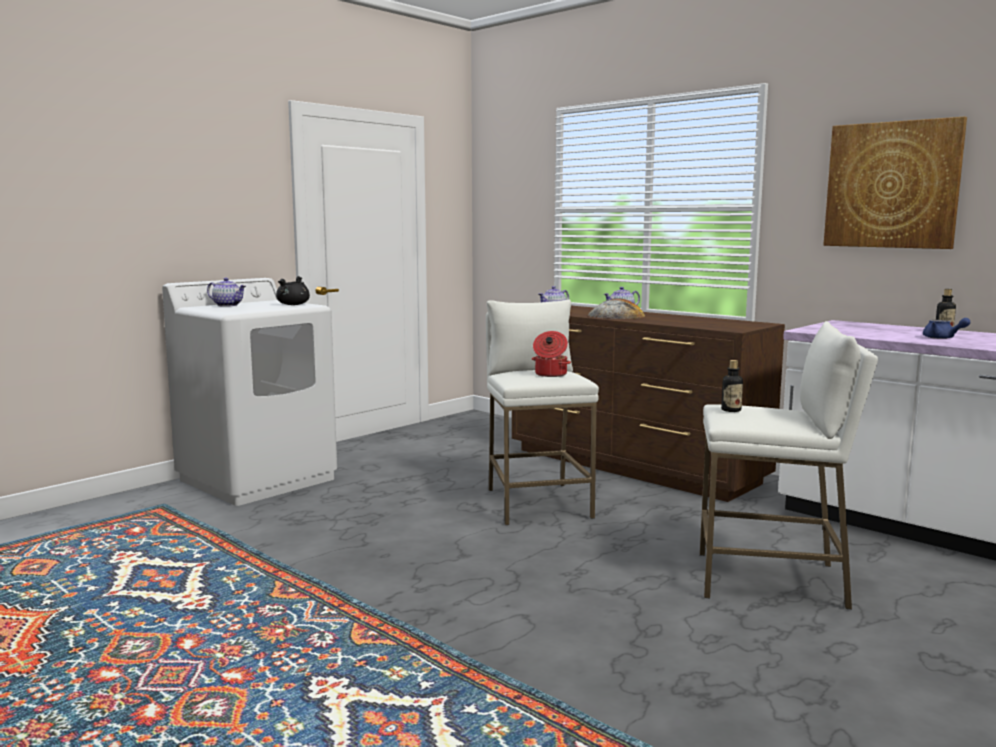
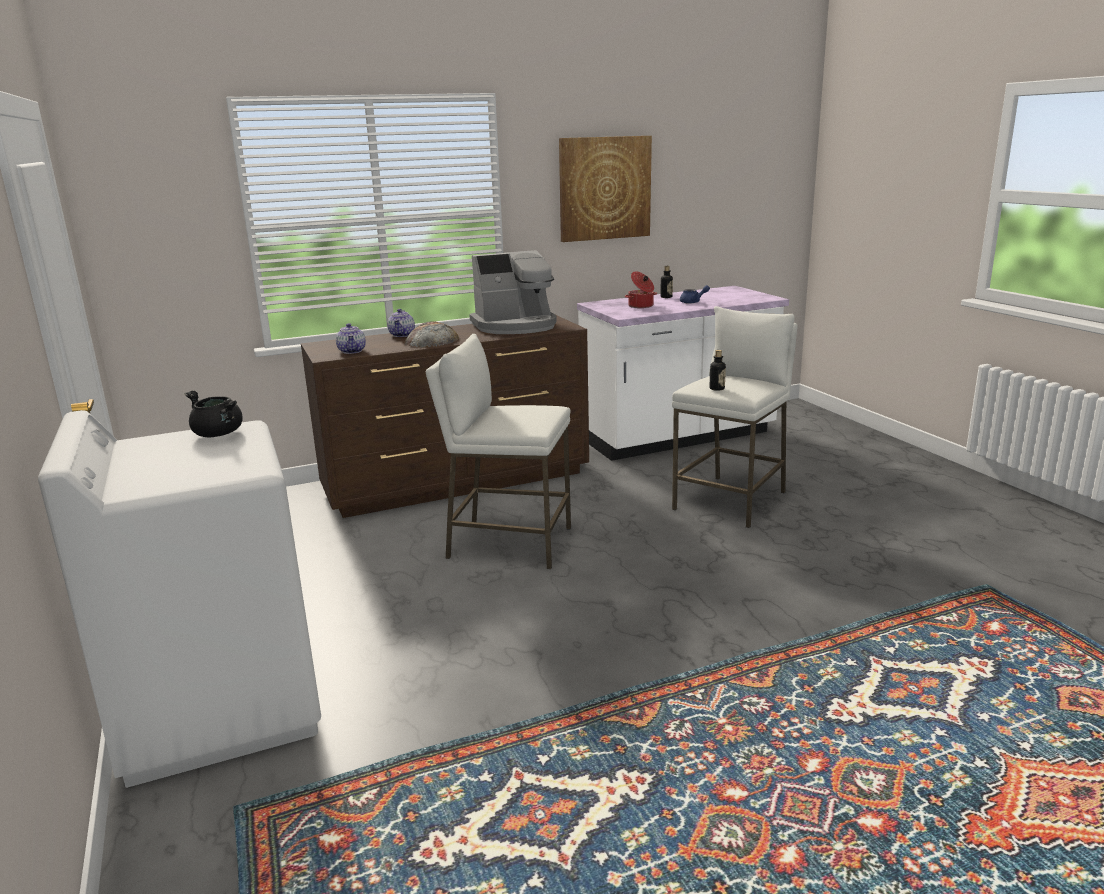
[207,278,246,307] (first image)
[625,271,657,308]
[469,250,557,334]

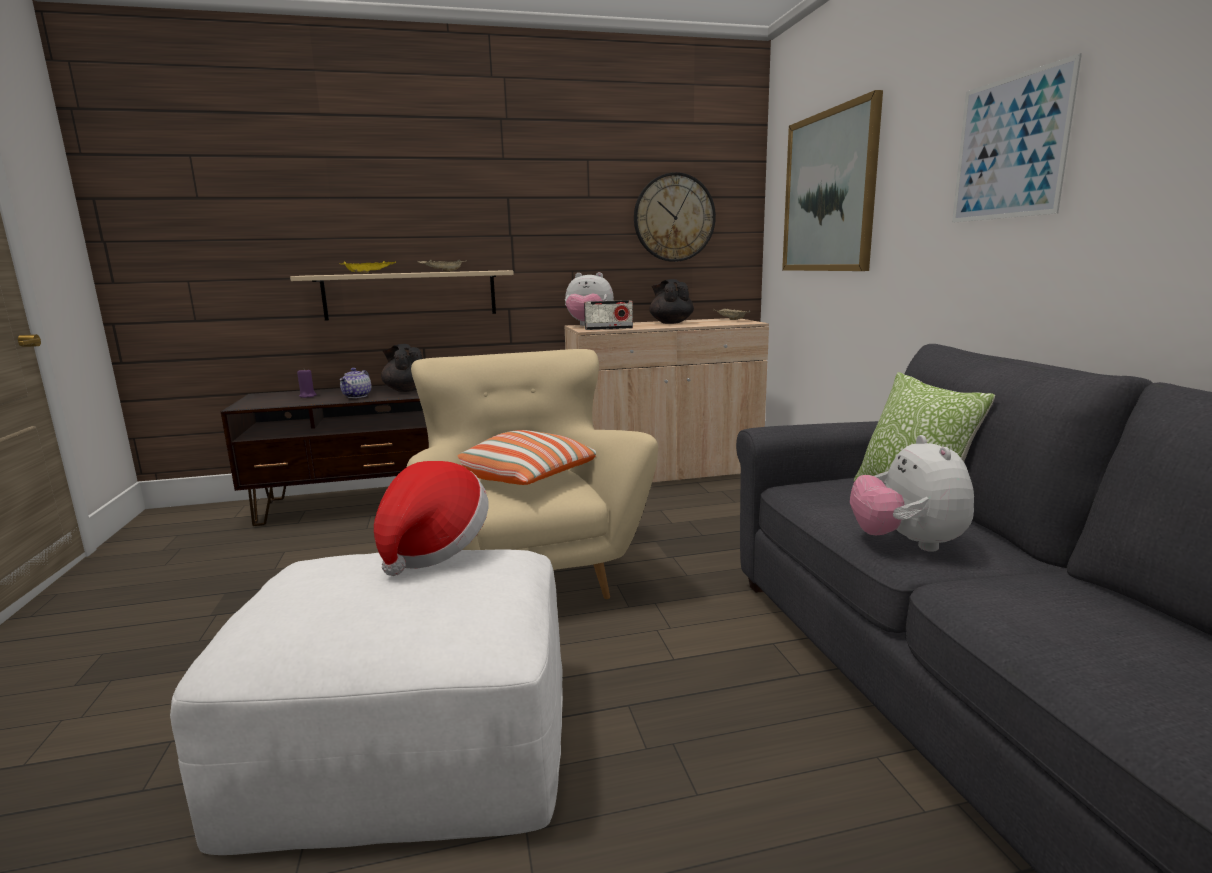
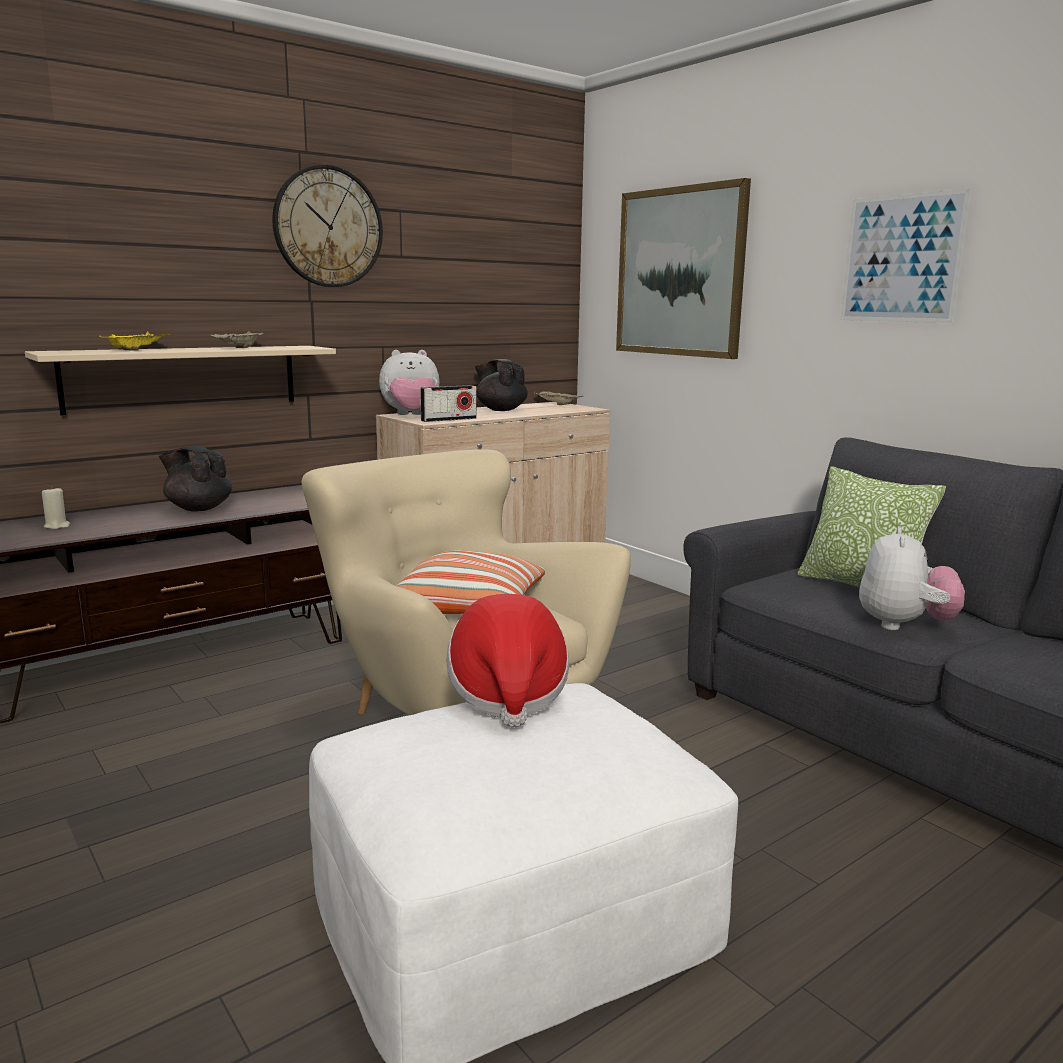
[42,486,70,529]
[339,368,371,398] (first image)
[272,165,383,287]
[859,526,965,630]

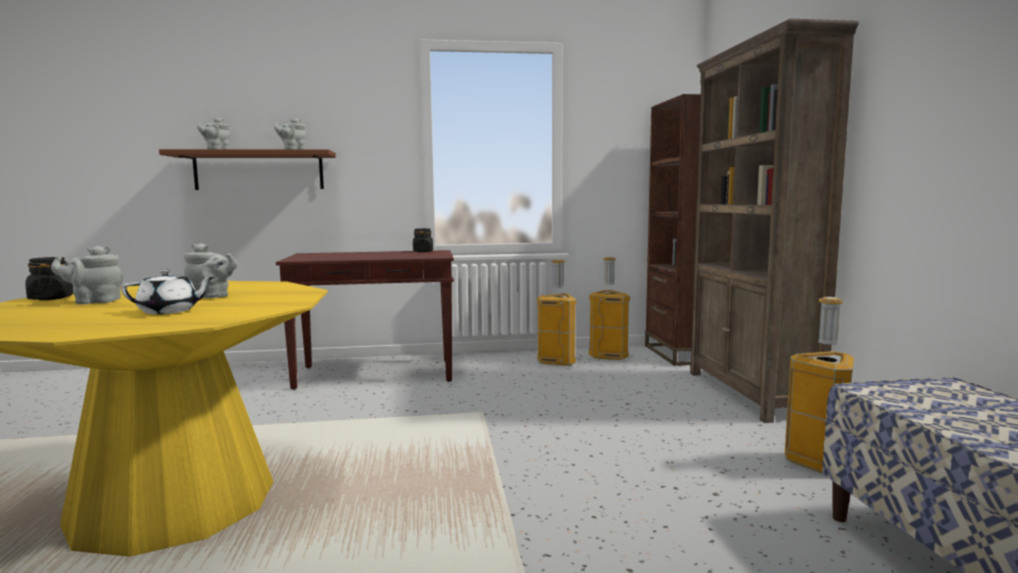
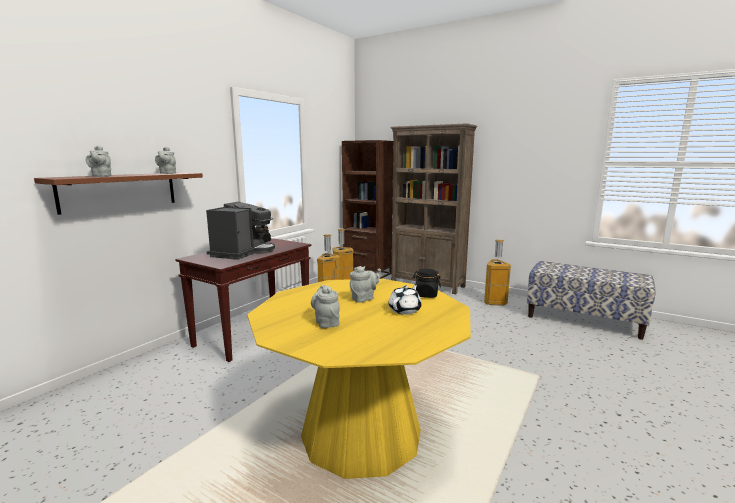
[412,269,441,298]
[311,284,340,328]
[206,201,275,260]

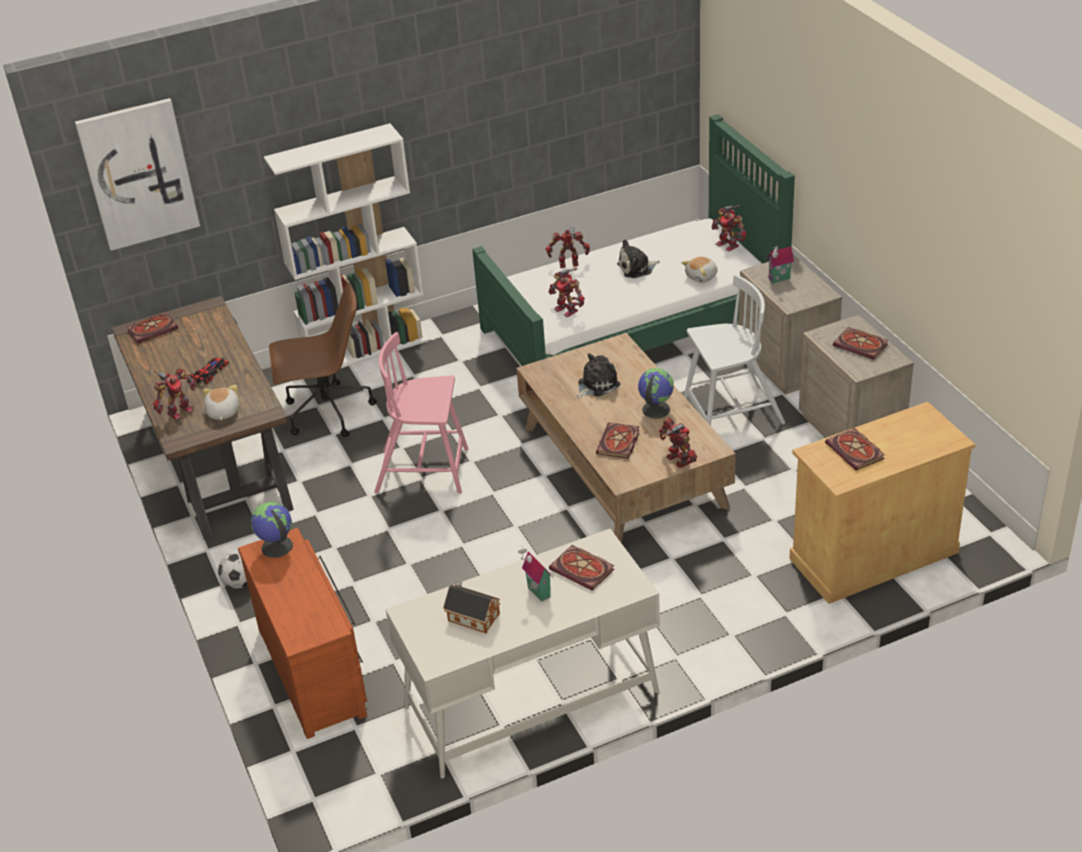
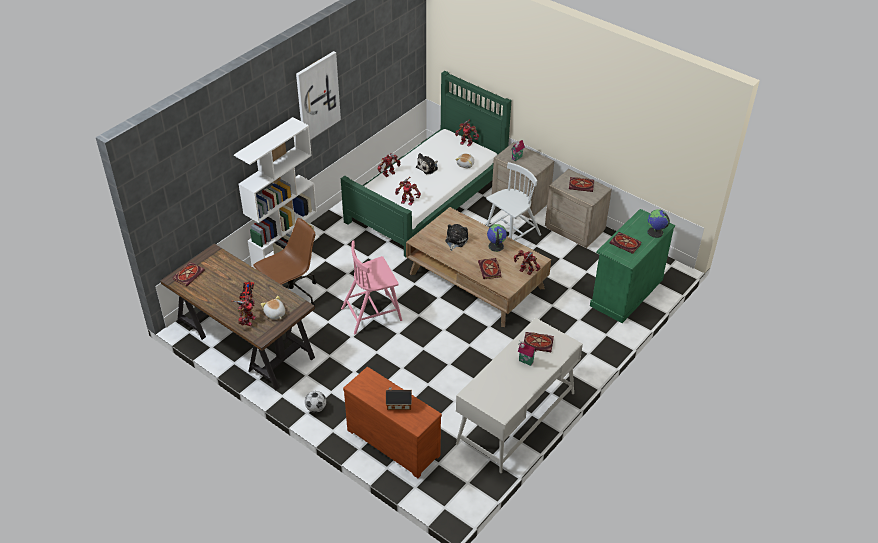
[296,51,341,140]
[647,209,670,238]
[386,388,412,410]
[590,209,675,323]

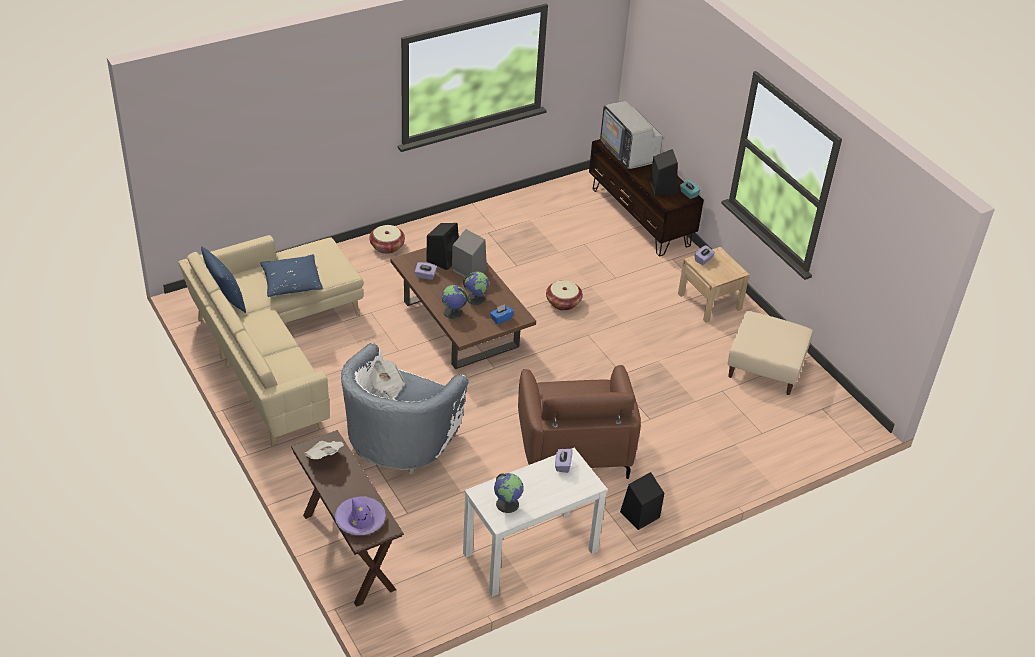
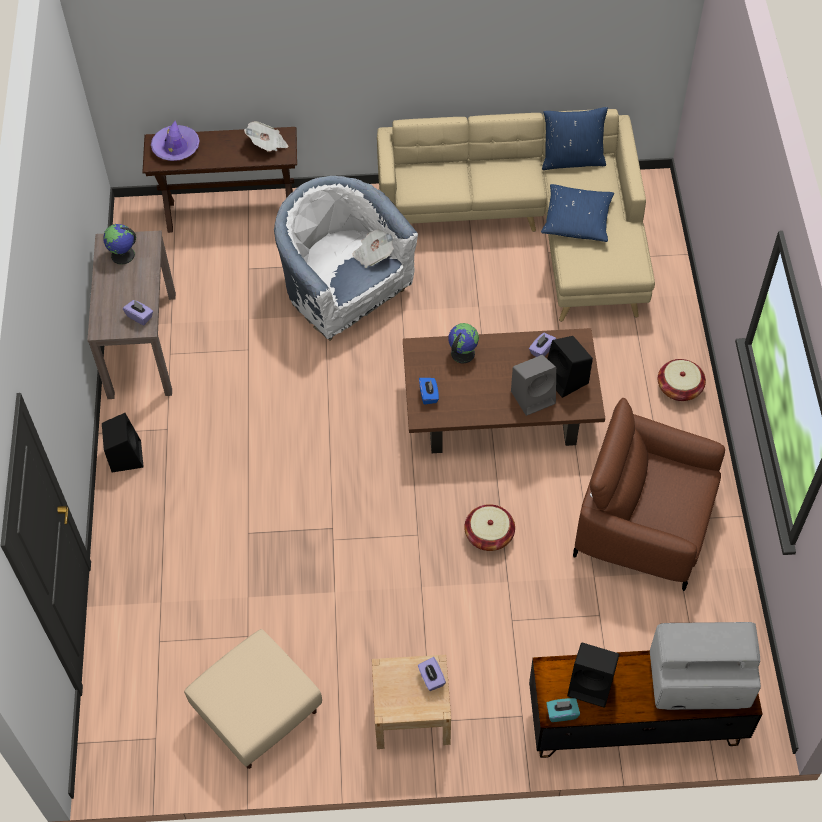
[463,272,489,305] (first image)
[87,230,176,399]
[573,398,725,591]

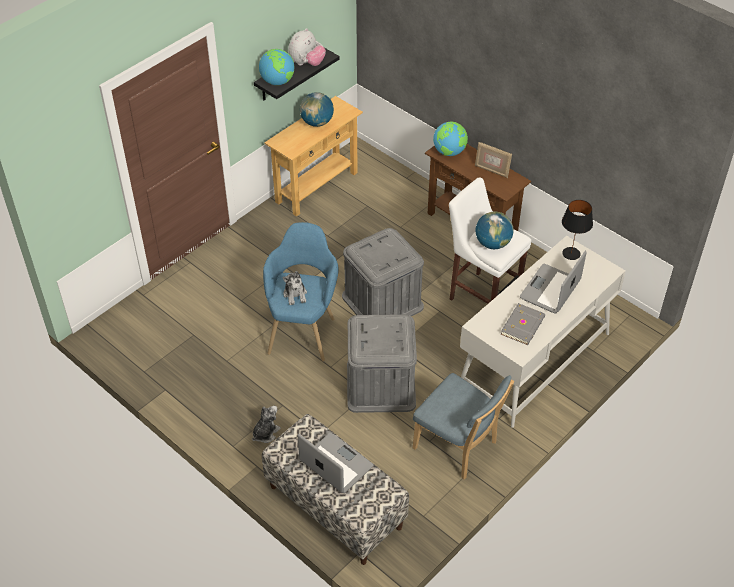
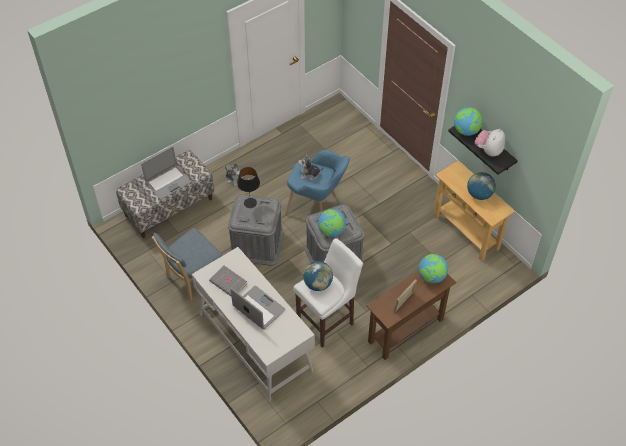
[475,129,506,156]
[237,167,260,208]
[318,209,346,237]

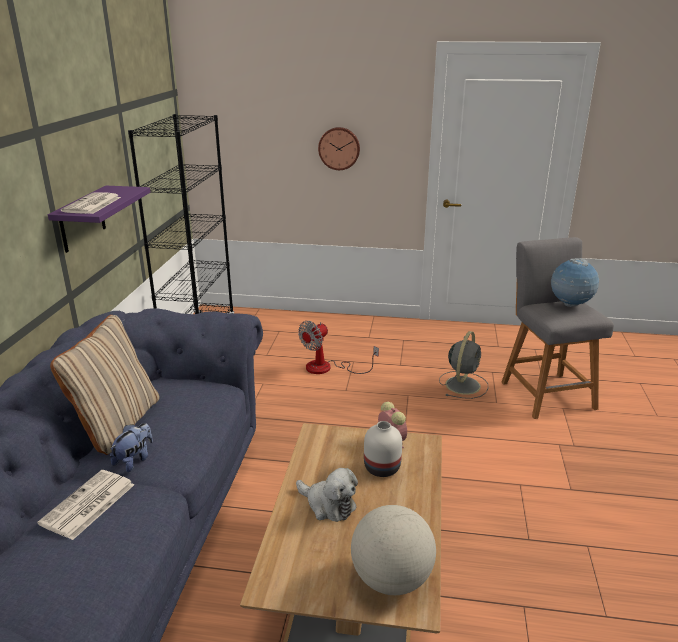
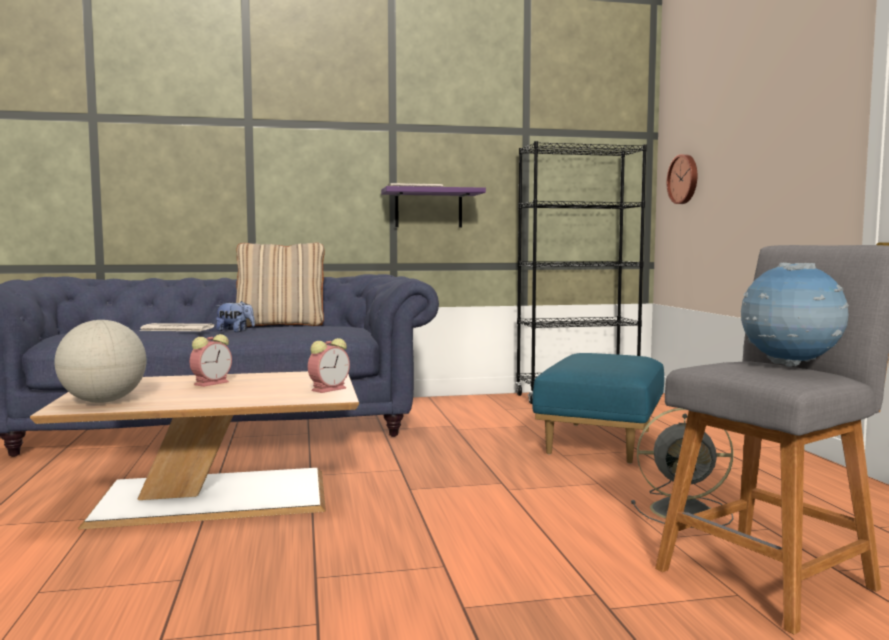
[190,334,232,387]
[532,353,664,464]
[667,154,697,204]
[364,421,402,477] (first image)

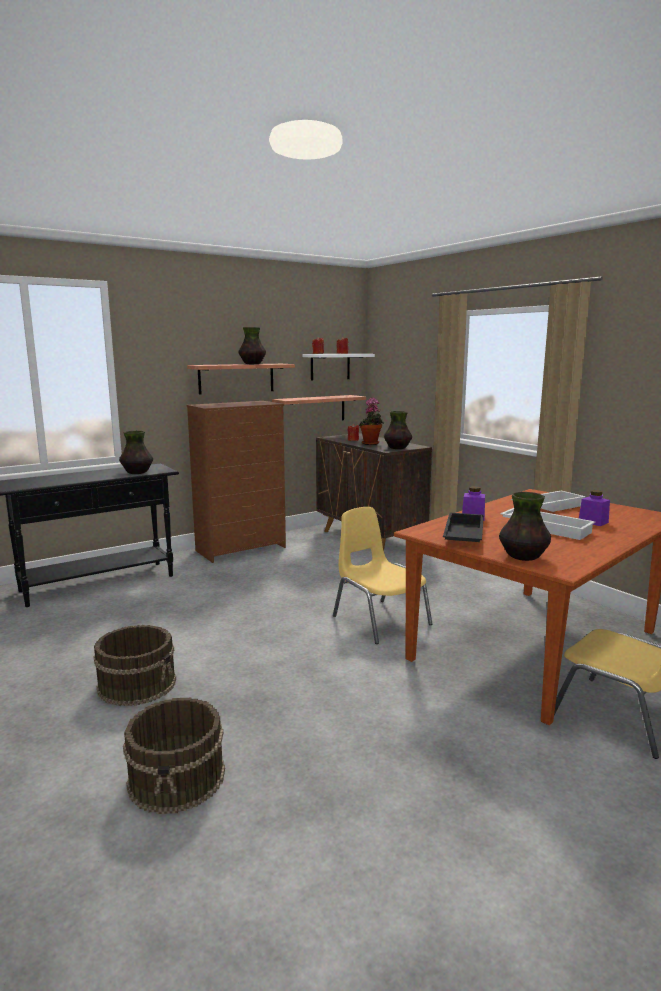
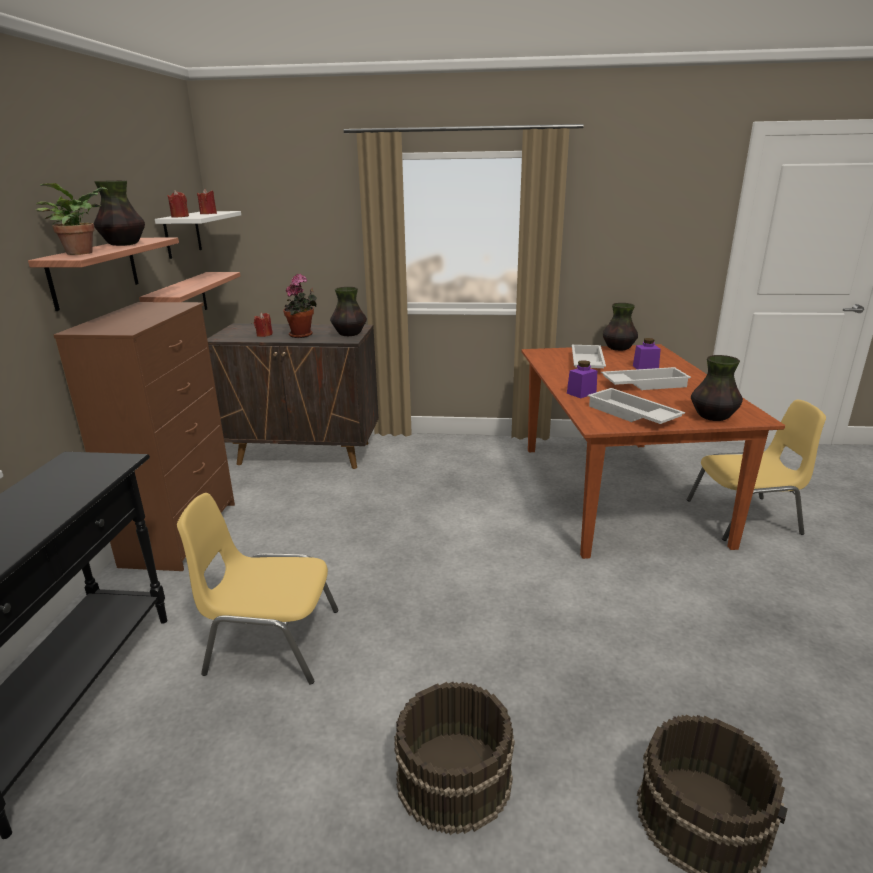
[603,303,638,351]
[177,493,339,685]
[587,388,685,424]
[36,183,107,255]

